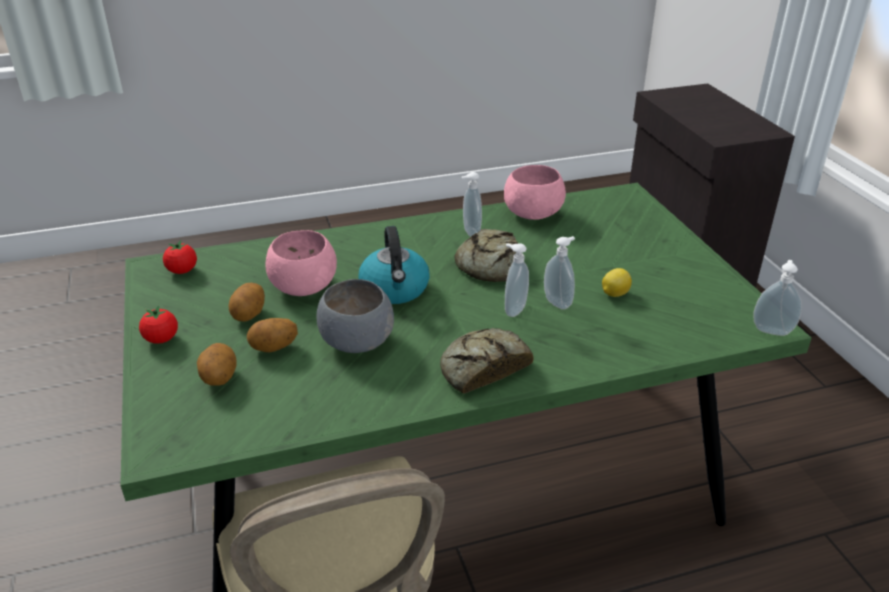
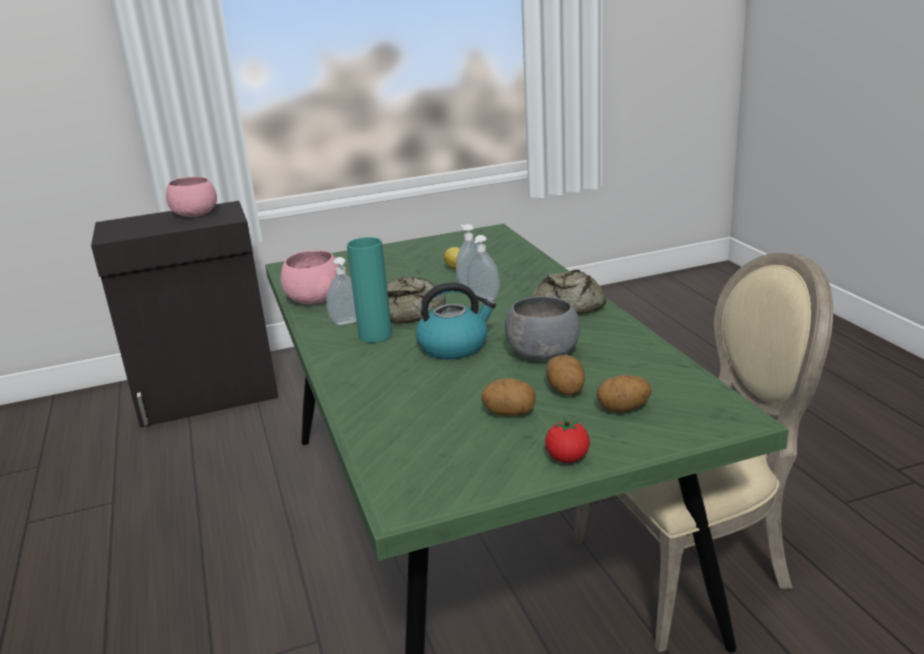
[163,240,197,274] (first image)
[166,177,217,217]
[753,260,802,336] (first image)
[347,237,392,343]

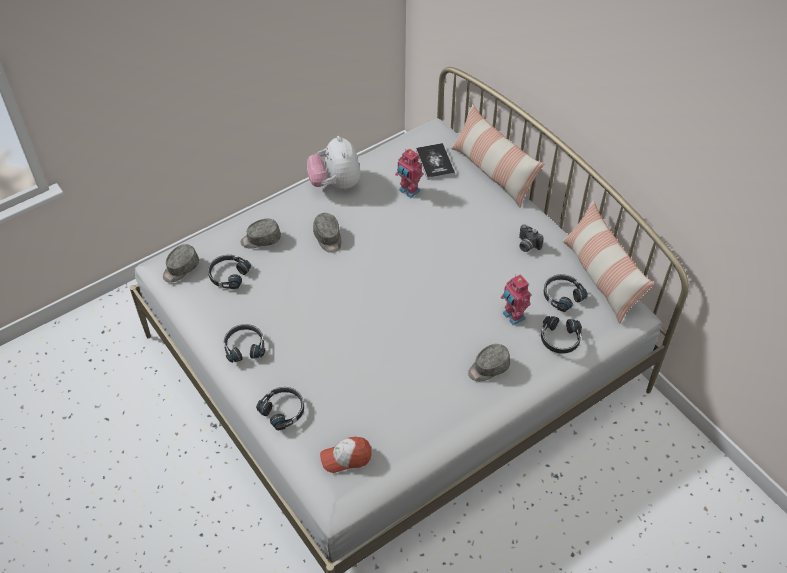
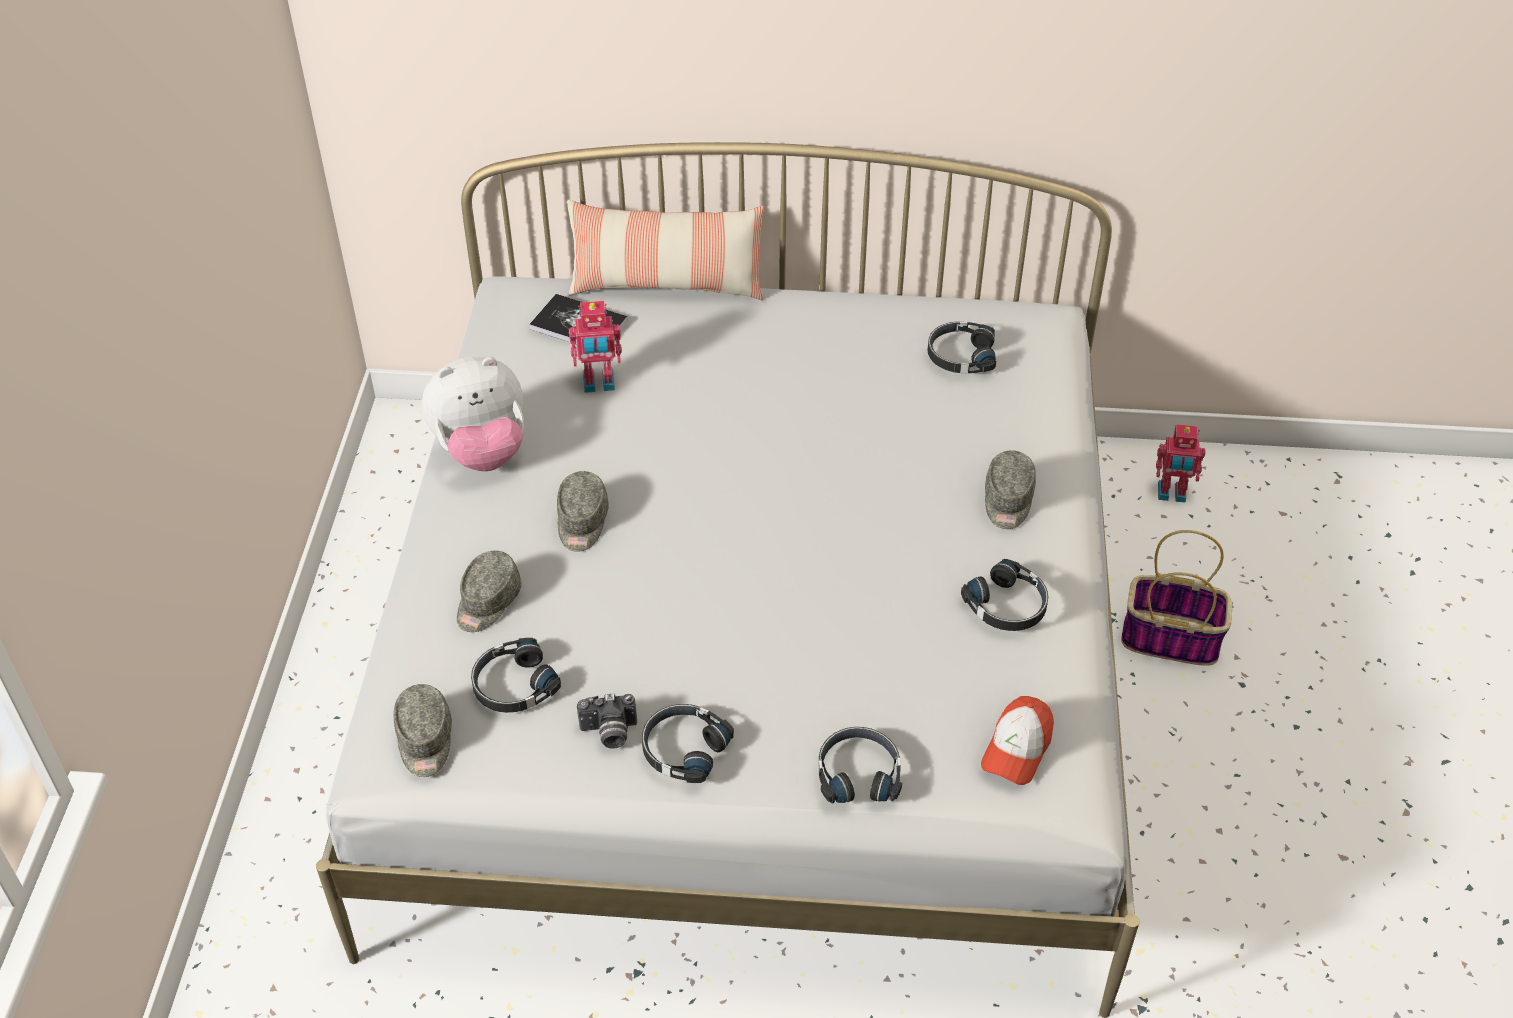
[422,357,524,471]
[557,471,609,552]
[1156,424,1206,503]
[577,693,637,749]
[961,559,1048,631]
[562,200,654,324] (first image)
[1121,530,1232,666]

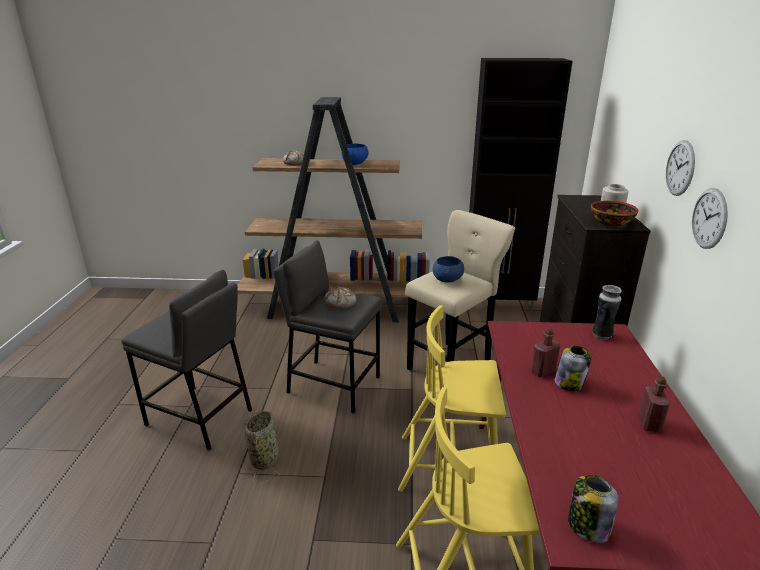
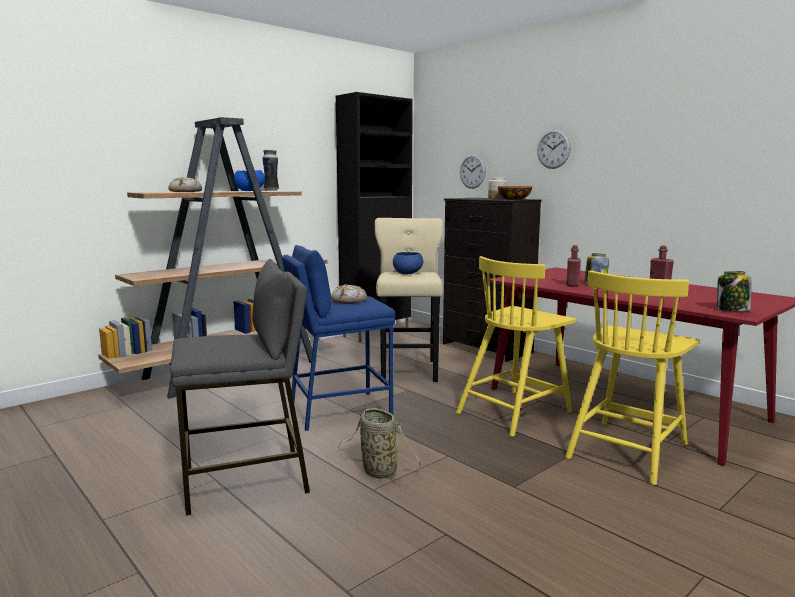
[282,245,395,431]
[263,150,279,191]
[460,154,486,189]

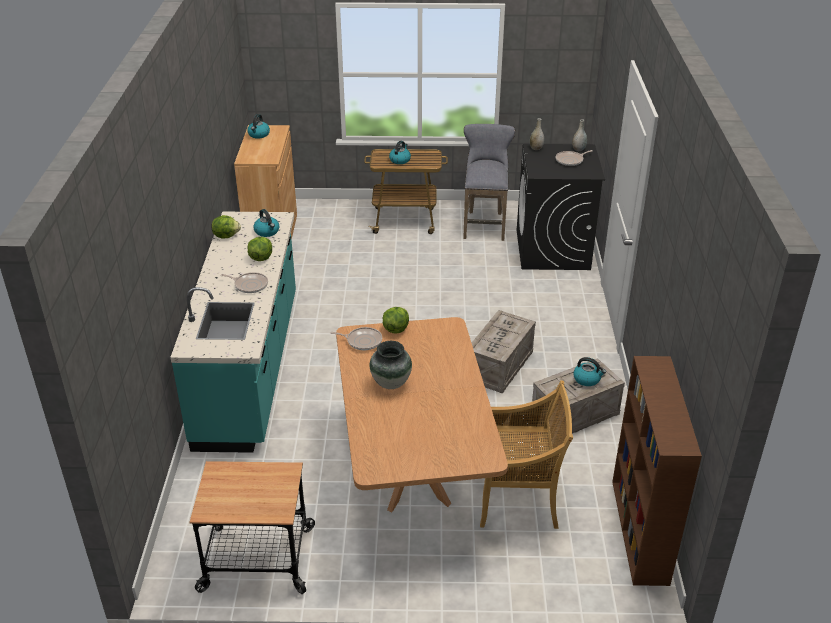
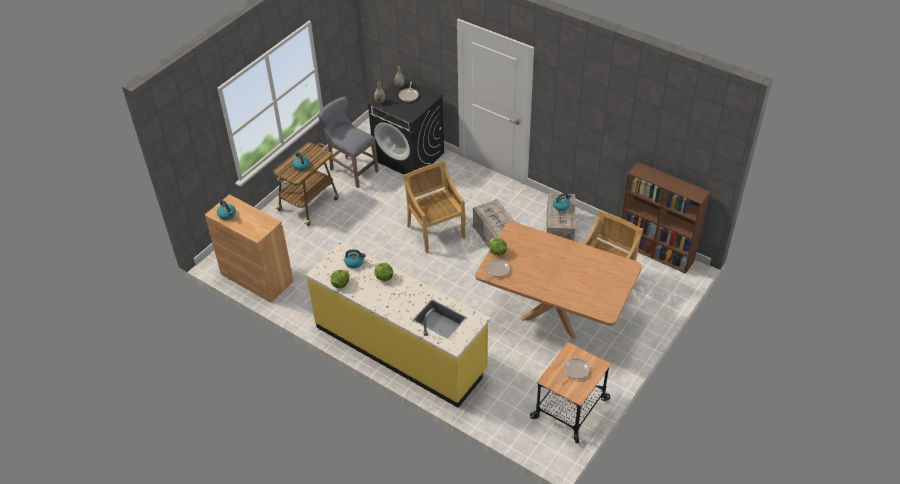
[306,241,491,408]
[558,358,590,381]
[370,341,412,389] (first image)
[403,160,466,253]

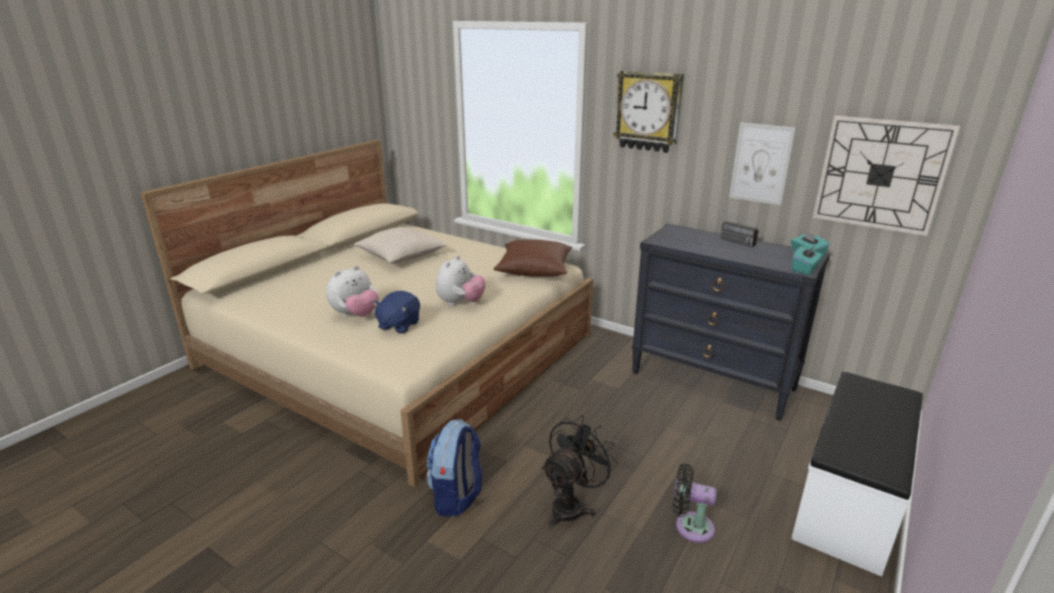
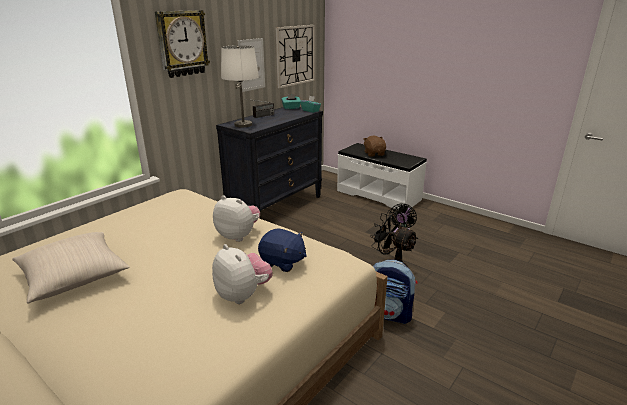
[493,239,572,277] (first image)
[221,45,259,127]
[363,136,386,157]

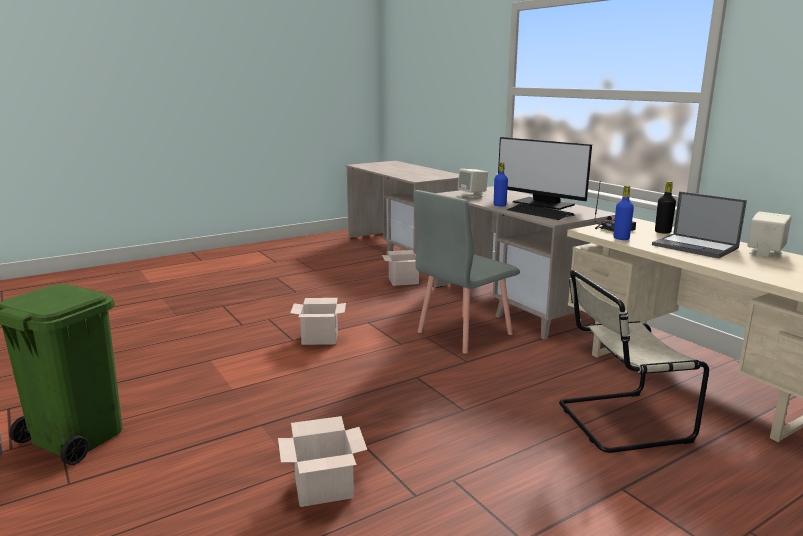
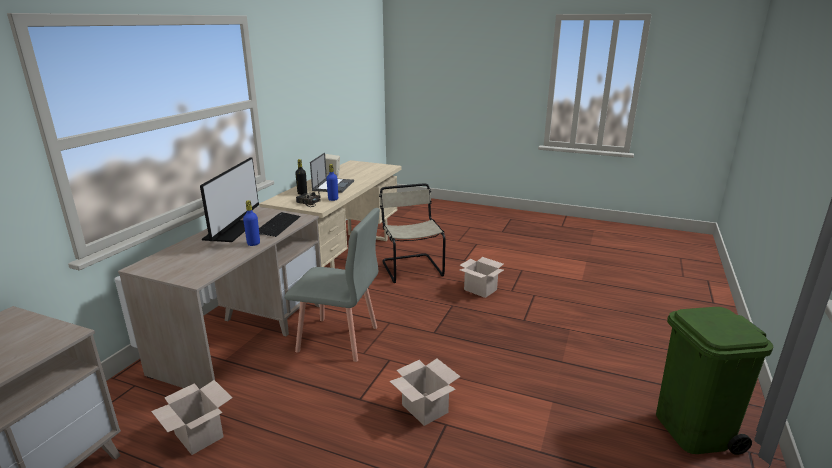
[460,257,504,298]
[458,169,488,198] (first image)
[379,183,446,283]

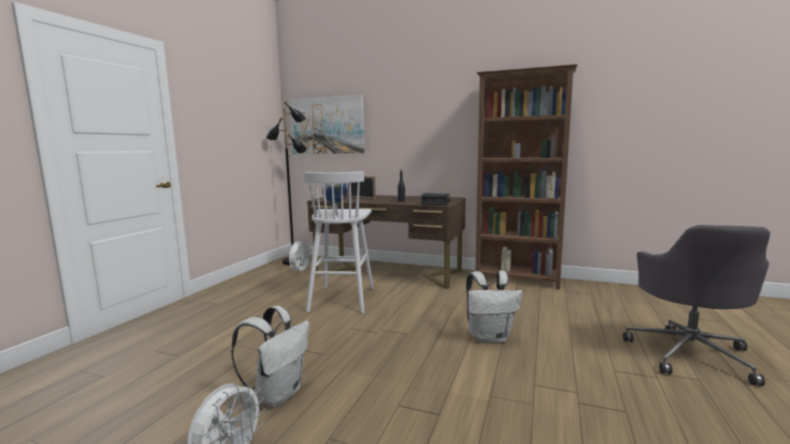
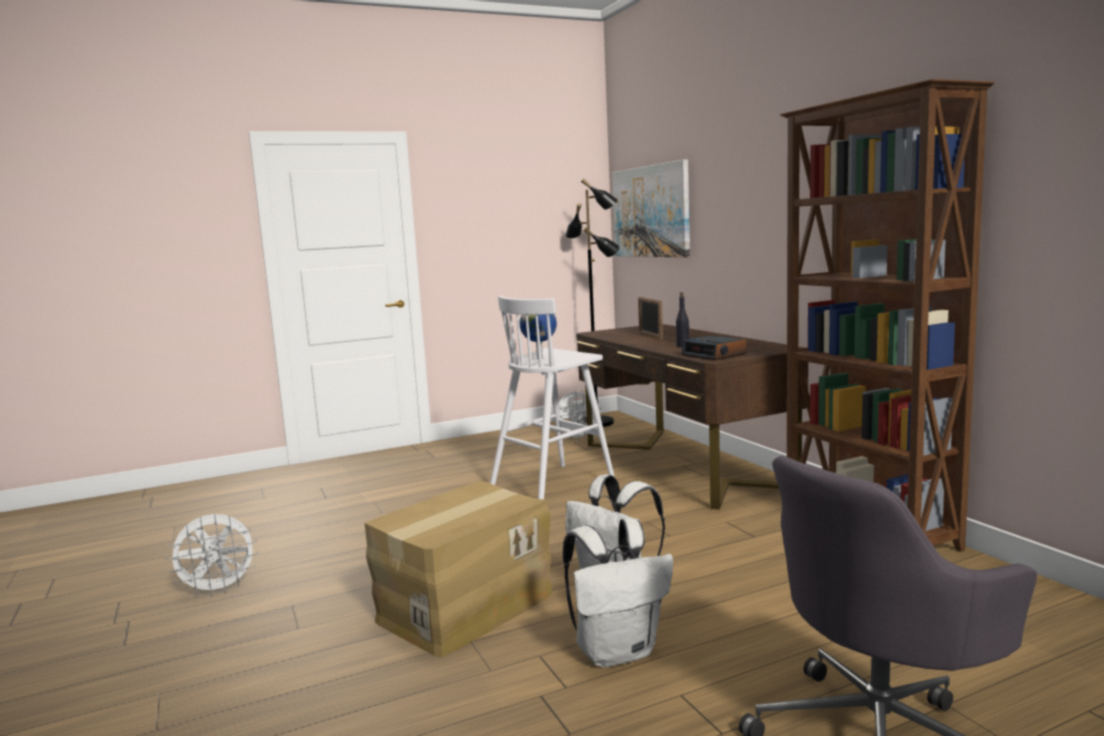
[563,518,673,668]
[365,481,553,658]

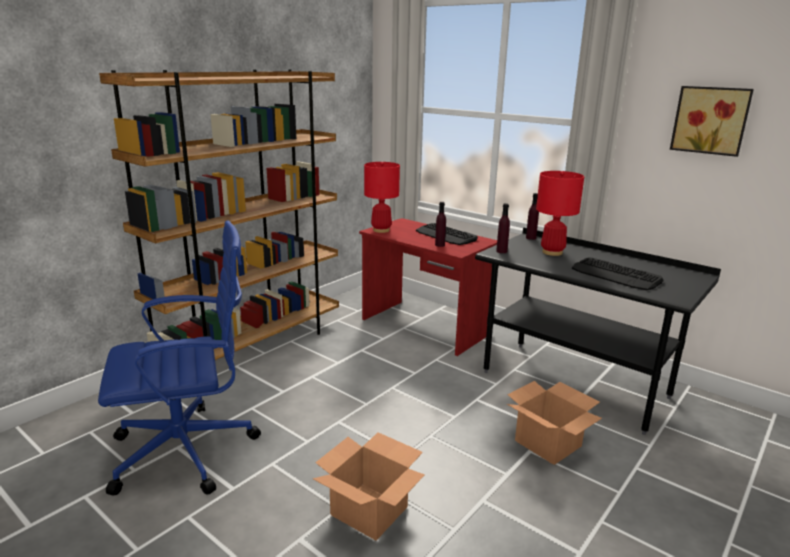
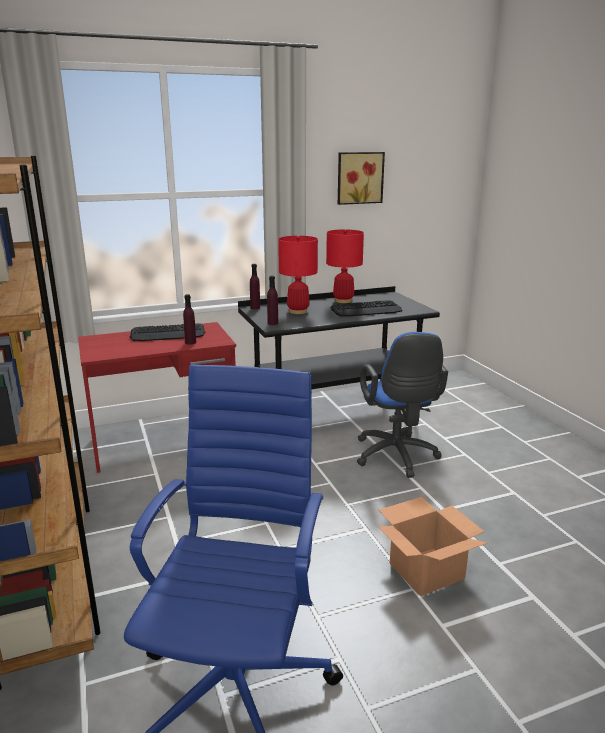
[326,229,364,303]
[357,332,448,478]

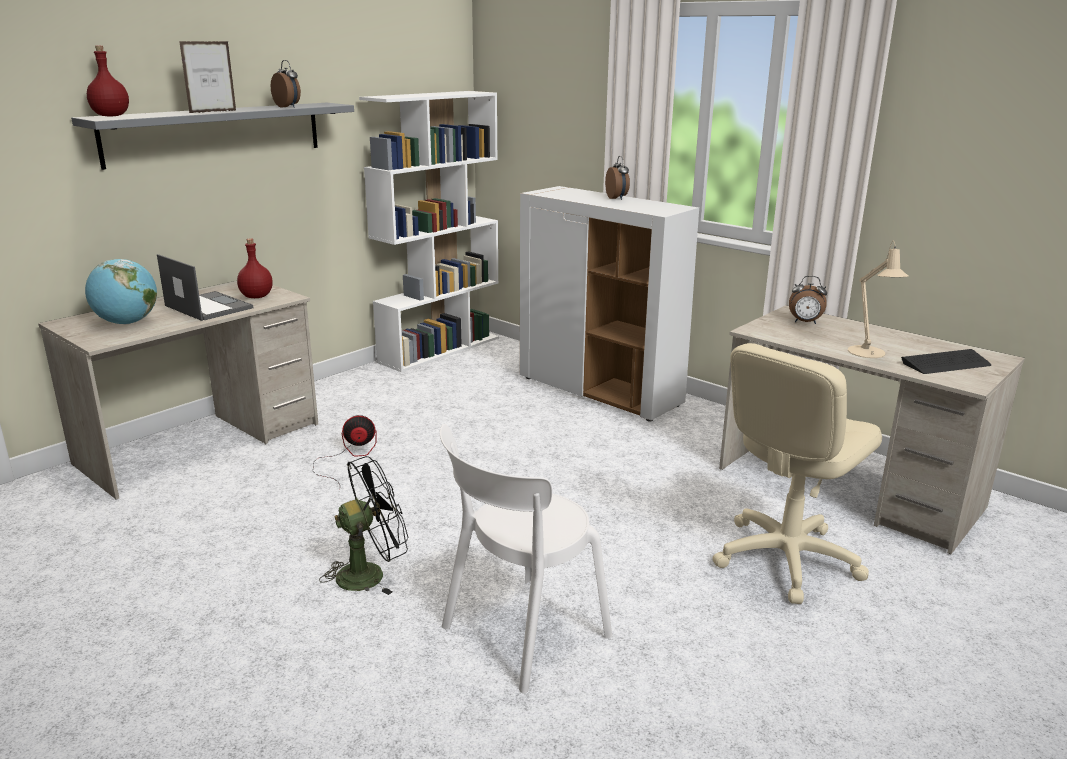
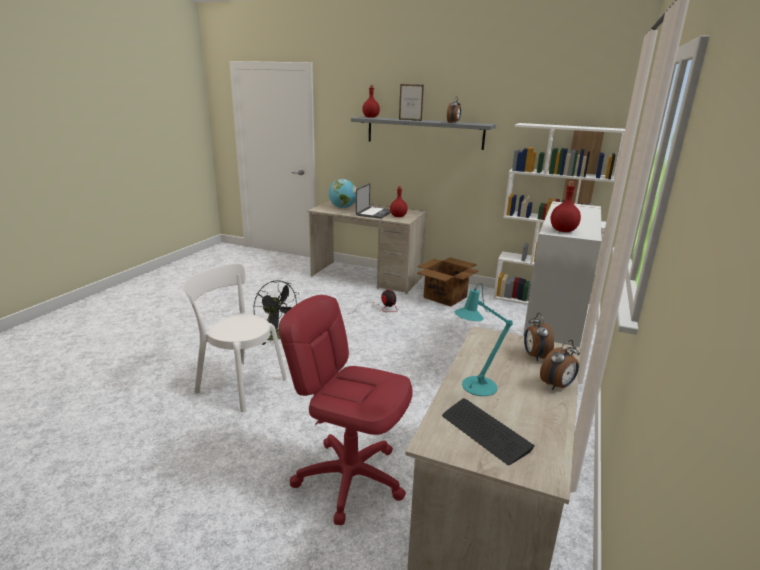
[540,340,580,390]
[279,295,413,525]
[455,283,513,396]
[417,257,478,307]
[551,181,581,232]

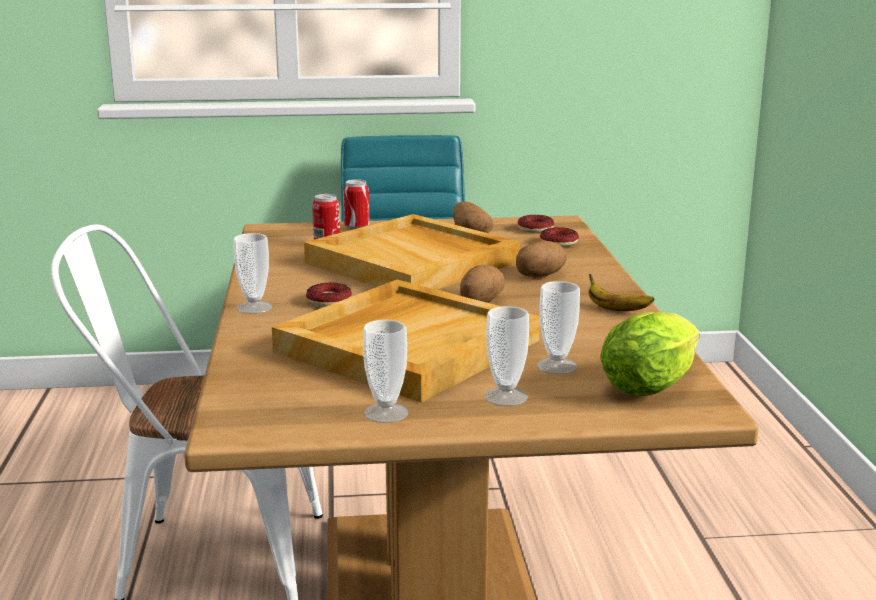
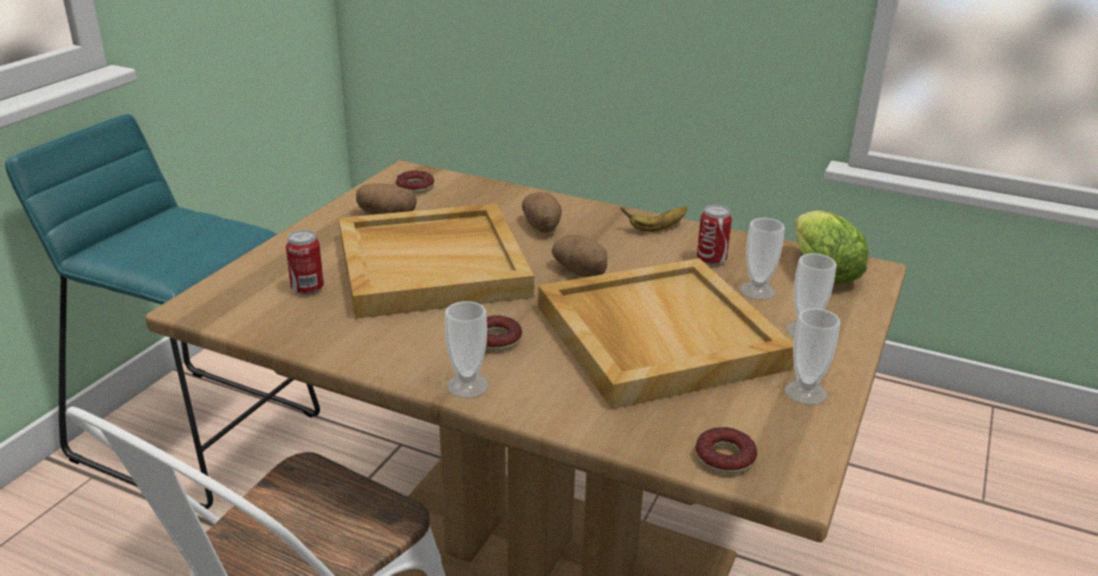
[697,205,732,265]
[696,427,757,474]

